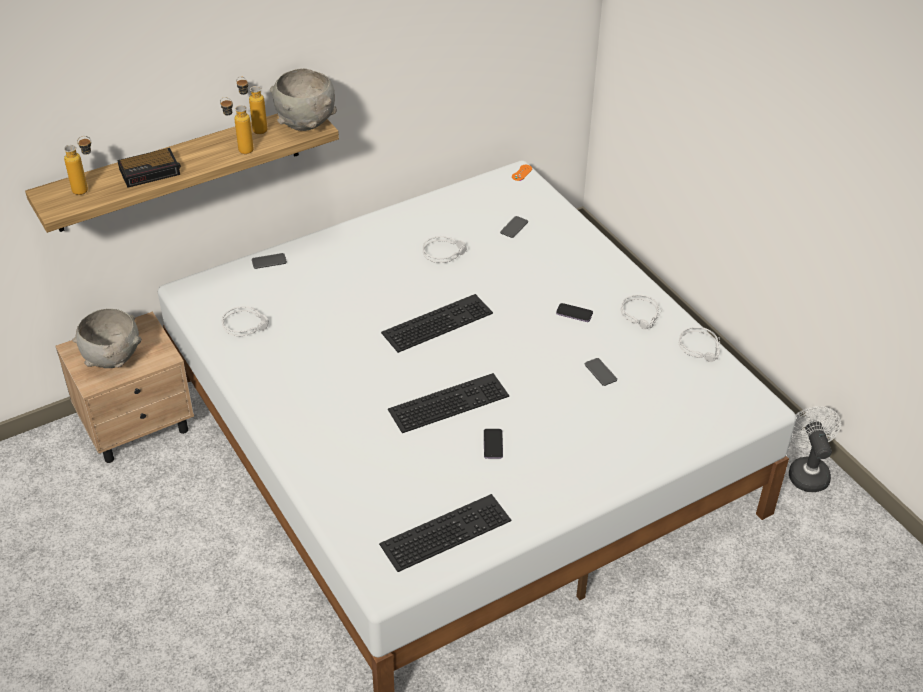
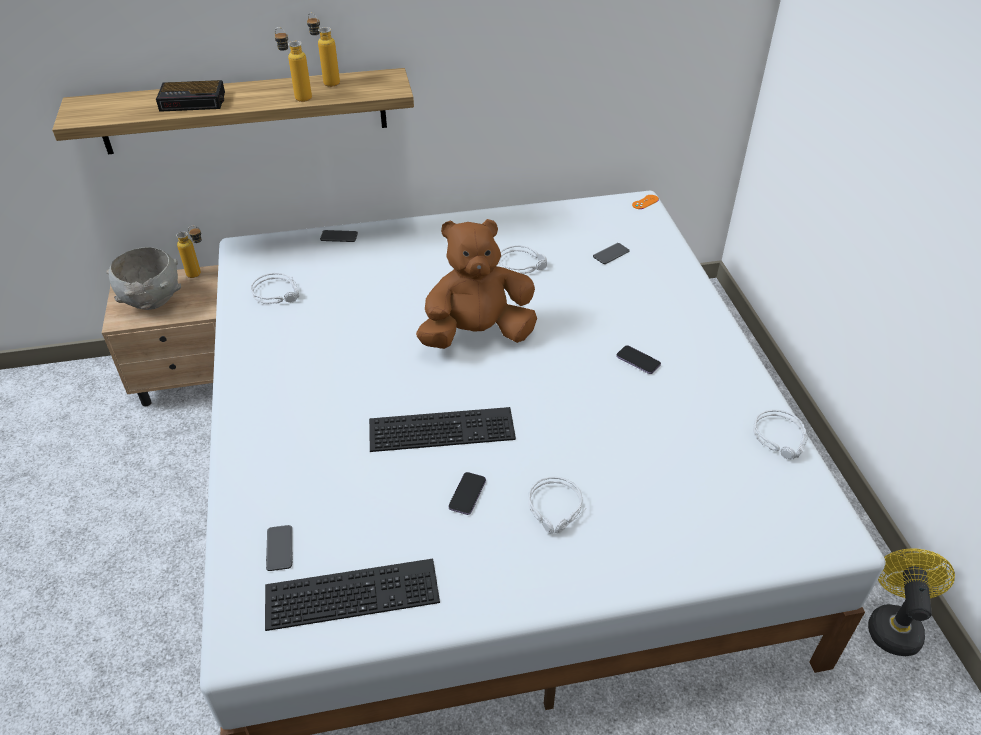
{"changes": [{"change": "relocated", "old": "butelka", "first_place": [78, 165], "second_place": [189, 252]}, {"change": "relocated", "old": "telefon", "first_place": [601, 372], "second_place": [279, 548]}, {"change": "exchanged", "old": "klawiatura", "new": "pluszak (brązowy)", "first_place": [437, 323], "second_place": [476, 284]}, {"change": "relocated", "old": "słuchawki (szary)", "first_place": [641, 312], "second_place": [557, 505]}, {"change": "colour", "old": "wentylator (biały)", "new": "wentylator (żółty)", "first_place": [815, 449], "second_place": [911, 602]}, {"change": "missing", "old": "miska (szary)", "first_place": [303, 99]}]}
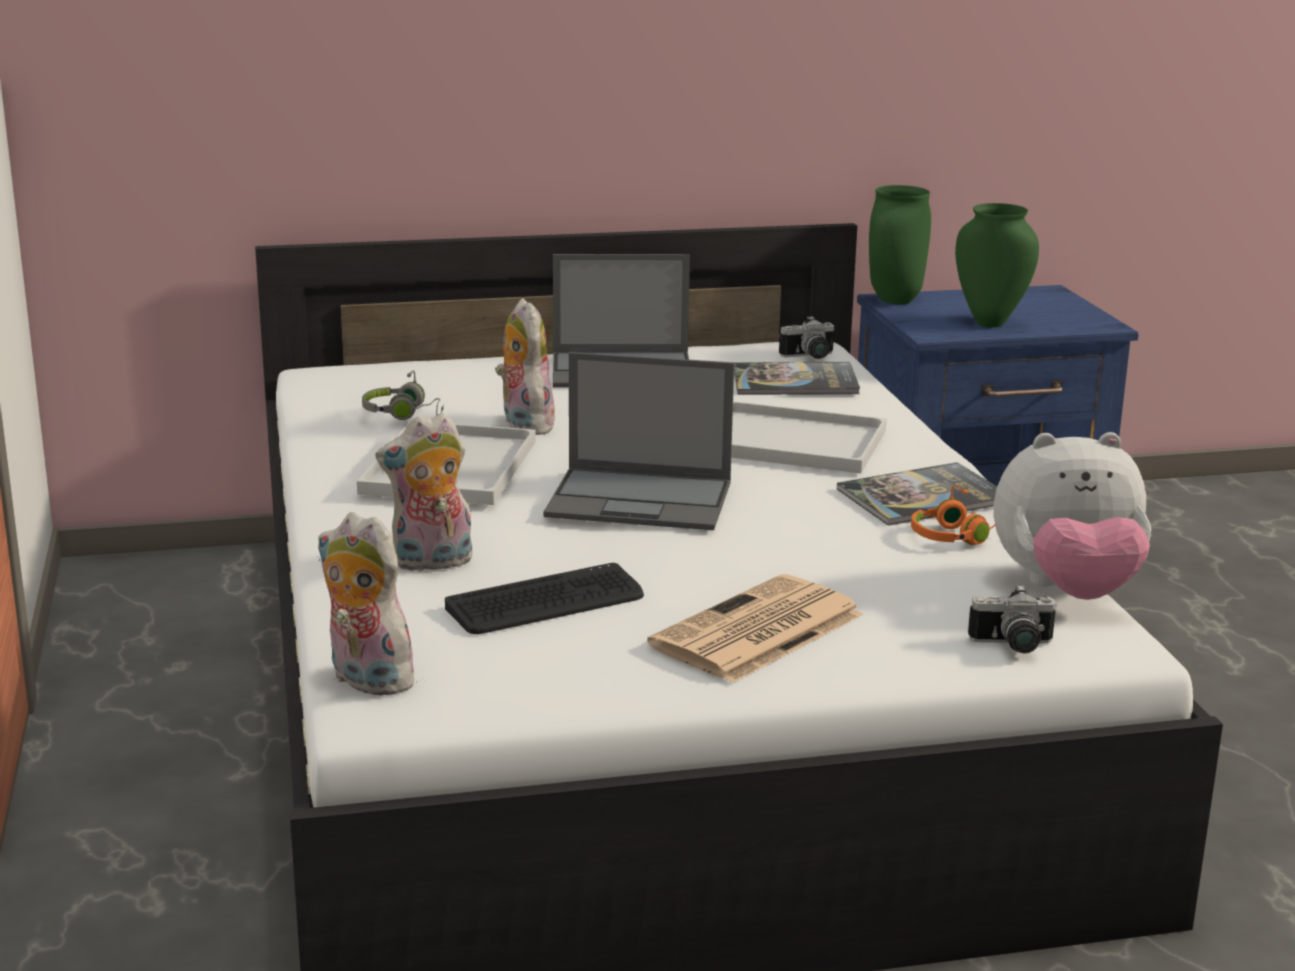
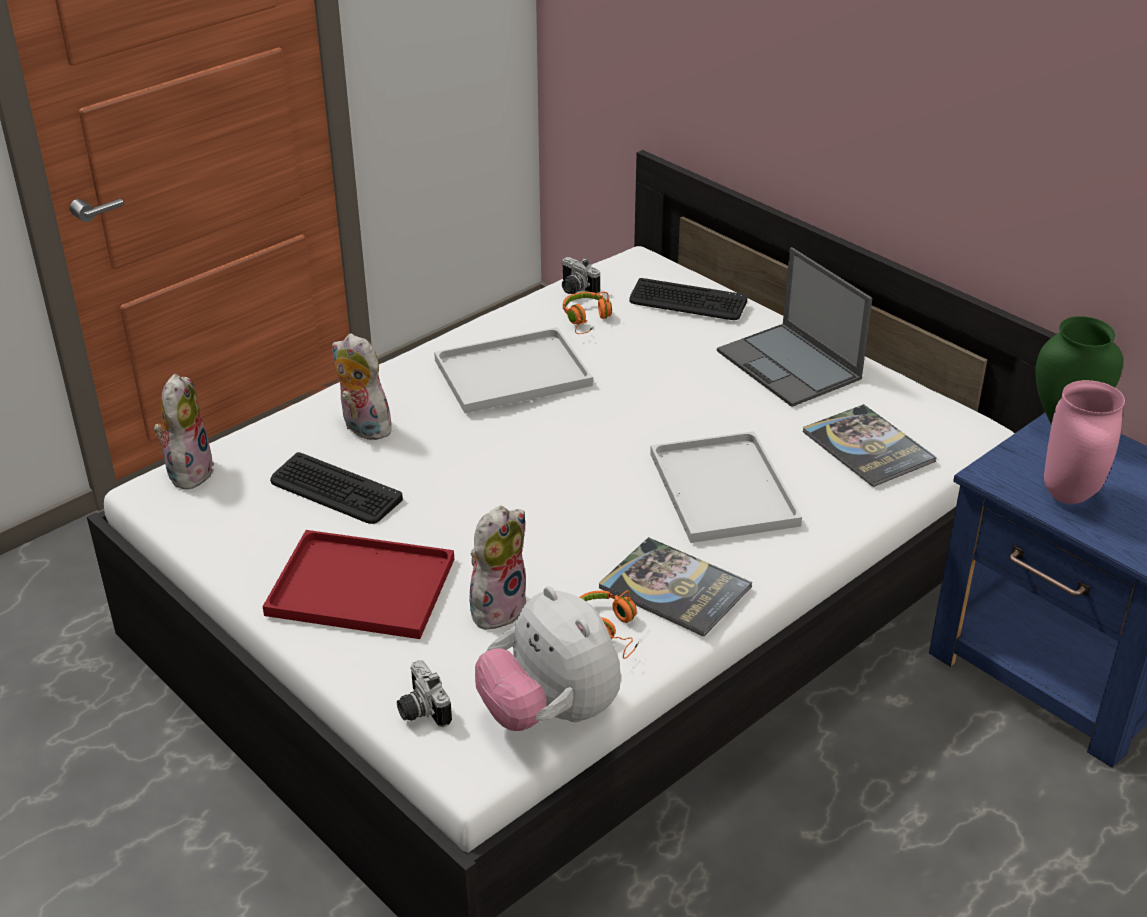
{"changes": [{"change": "exchanged", "old": "gazeta", "new": "taca (czerwony)", "first_place": [755, 628], "second_place": [358, 584]}, {"change": "relocated", "old": "pluszak", "first_place": [526, 366], "second_place": [497, 568]}, {"change": "relocated", "old": "aparat fotograficzny", "first_place": [806, 337], "second_place": [581, 275]}, {"change": "colour", "old": "słuchawki (szary)", "new": "słuchawki (pomarańczowy)", "first_place": [403, 395], "second_place": [587, 313]}, {"change": "appeared", "new": "klawiatura", "second_place": [688, 299]}, {"change": "colour", "old": "wazon (zielony)", "new": "wazon (różowy)", "first_place": [997, 265], "second_place": [1084, 442]}, {"change": "missing", "old": "laptop", "first_place": [638, 441]}]}
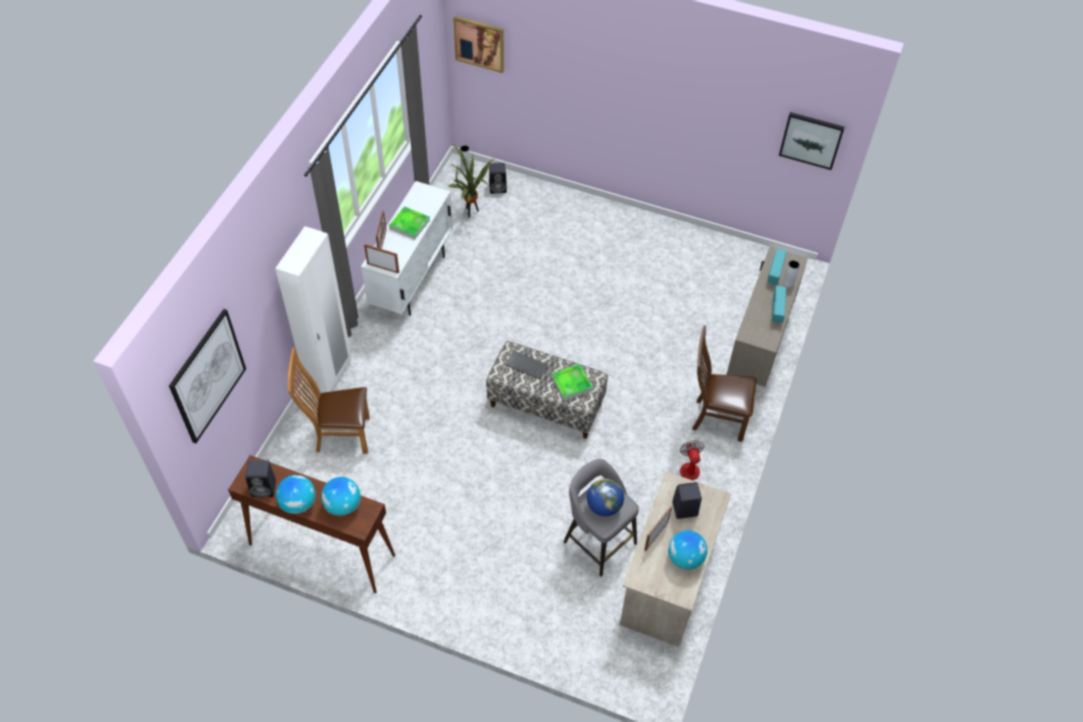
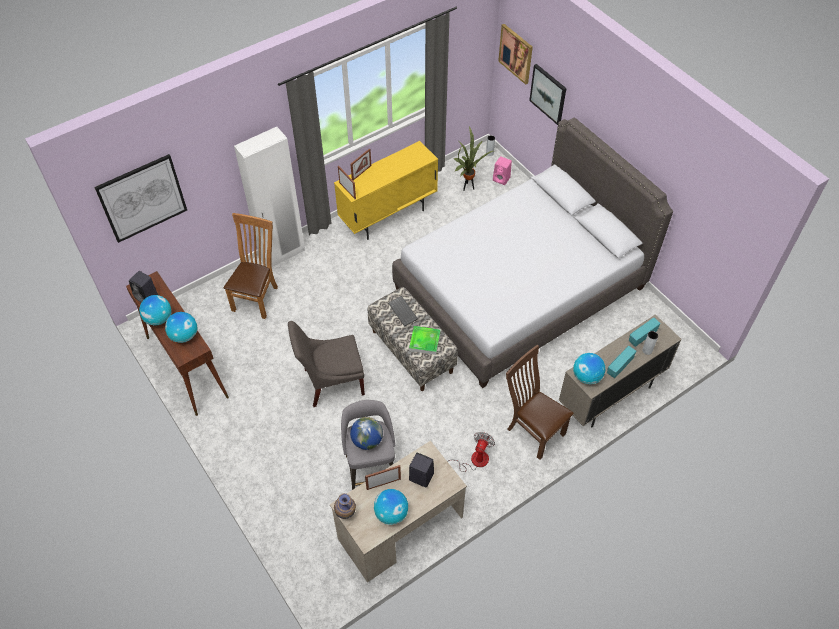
{"changes": [{"change": "spun", "old": "krzesło (brązowy)", "first_place": [329, 400], "second_place": [250, 266], "degrees": 75}, {"change": "appeared", "new": "krzesło (szary)", "second_place": [326, 364]}, {"change": "colour", "old": "szafka (biały)", "new": "szafka (żółty)", "first_place": [407, 248], "second_place": [386, 190]}, {"change": "appeared", "new": "wazon", "second_place": [345, 506]}, {"change": "appeared", "new": "łóżko (szary)", "second_place": [532, 253]}, {"change": "colour", "old": "głośnik (czarny)", "new": "głośnik (różowy)", "first_place": [498, 178], "second_place": [502, 170]}, {"change": "relocated", "old": "obraz", "first_place": [812, 141], "second_place": [547, 94]}, {"change": "appeared", "new": "globus", "second_place": [589, 368]}, {"change": "missing", "old": "taca", "first_place": [409, 223]}]}
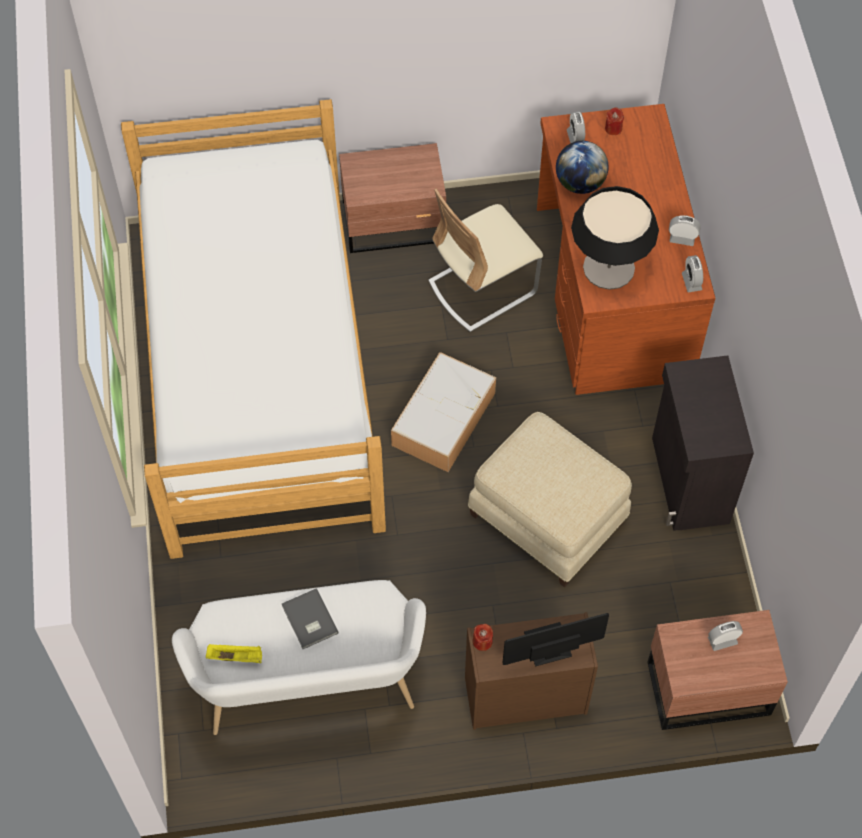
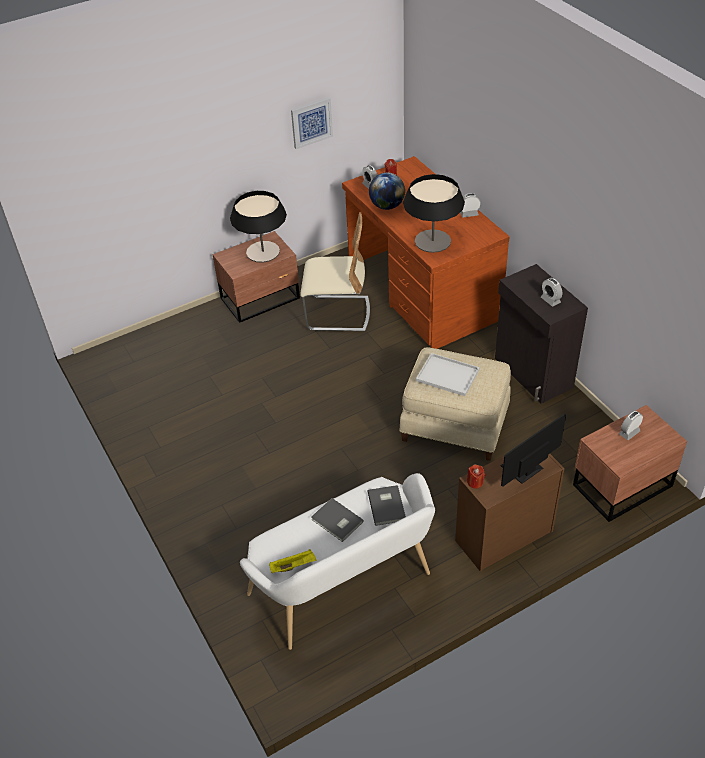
{"changes": [{"change": "appeared", "new": "lampa stołowa", "second_place": [258, 227]}, {"change": "appeared", "new": "obraz", "second_place": [312, 123]}, {"change": "spun", "old": "krzesło (beżowy)", "first_place": [485, 260], "second_place": [335, 272], "degrees": -120}, {"change": "appeared", "new": "książka (szary)", "second_place": [387, 505]}, {"change": "appeared", "new": "taca (biały)", "second_place": [448, 374]}, {"change": "relocated", "old": "budzik", "first_place": [692, 273], "second_place": [551, 292]}, {"change": "missing", "old": "łóżko", "first_place": [253, 329]}, {"change": "missing", "old": "pojemnik do przechowywania", "first_place": [443, 412]}]}
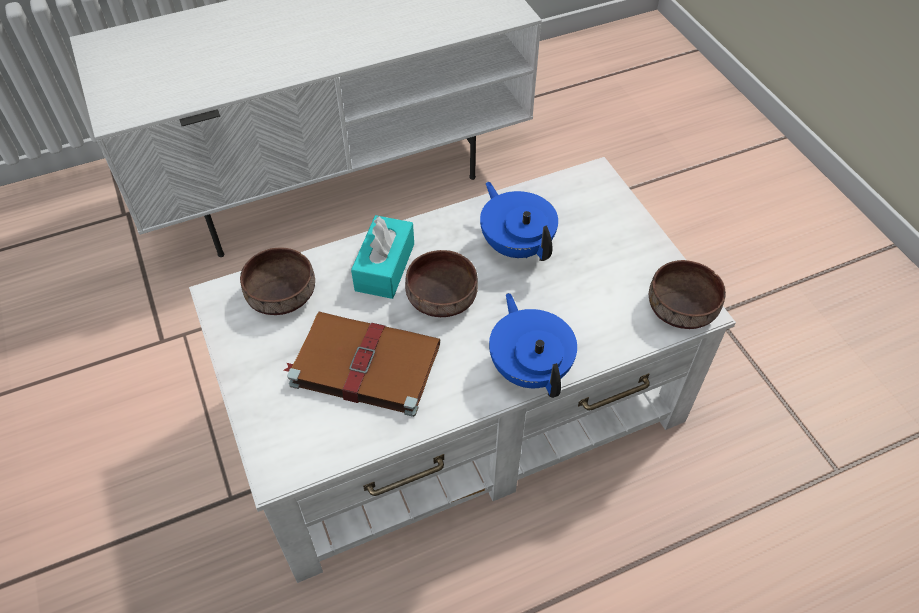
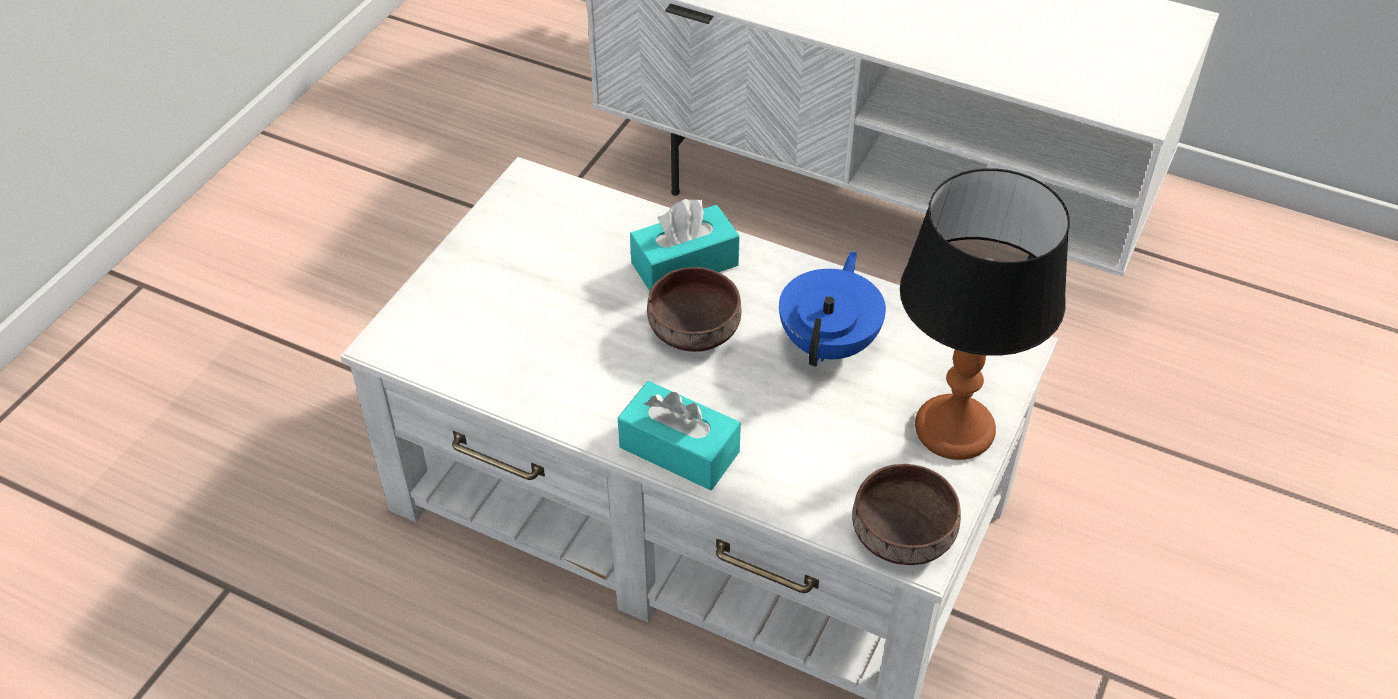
{"changes": [{"change": "exchanged", "old": "imbryk (niebieski)", "new": "pudełko chusteczek (turkusowy)", "first_place": [533, 345], "second_place": [679, 435]}, {"change": "appeared", "new": "lampa stołowa", "second_place": [985, 314]}, {"change": "missing", "old": "miska (brązowy)", "first_place": [277, 281]}, {"change": "missing", "old": "książka (brązowy)", "first_place": [361, 364]}]}
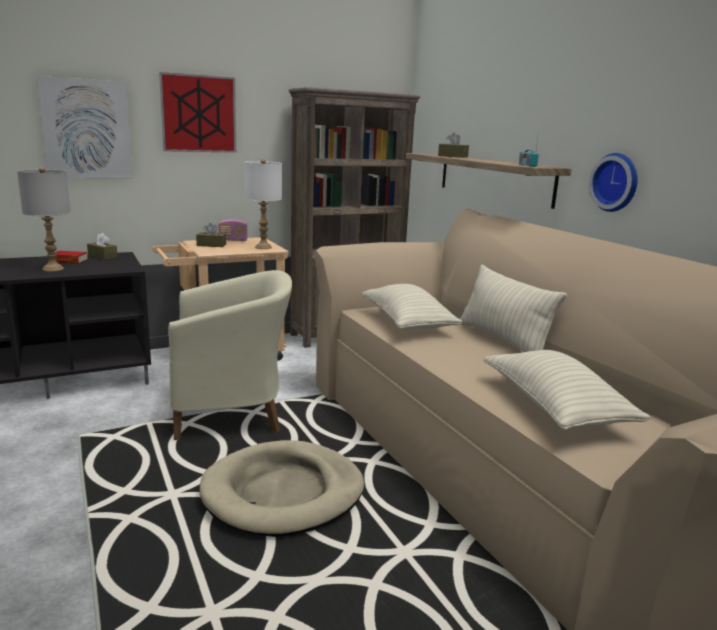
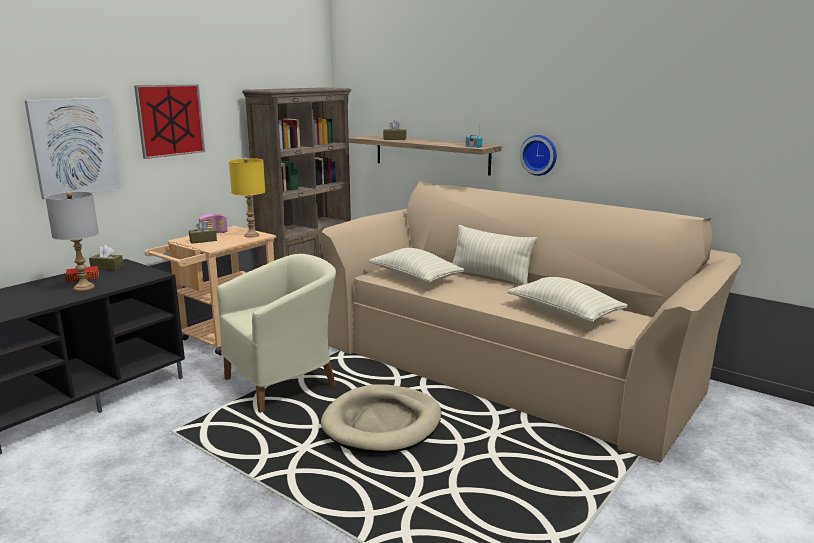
{"changes": [{"change": "colour", "old": "lampa stołowa (biały)", "new": "lampa stołowa (żółty)", "first_place": [263, 204], "second_place": [247, 198]}]}
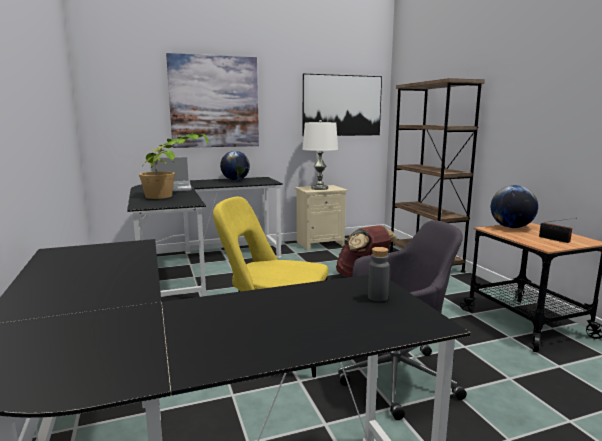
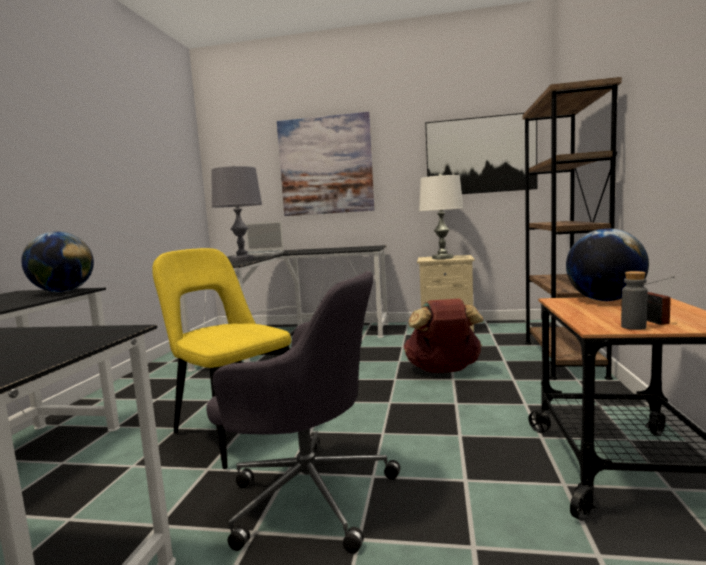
{"changes": [{"change": "relocated", "old": "globus", "first_place": [235, 165], "second_place": [57, 261]}, {"change": "exchanged", "old": "roślina doniczkowa", "new": "lampa stołowa (szary)", "first_place": [173, 166], "second_place": [236, 213]}, {"change": "relocated", "old": "butelka (szary)", "first_place": [379, 274], "second_place": [634, 300]}]}
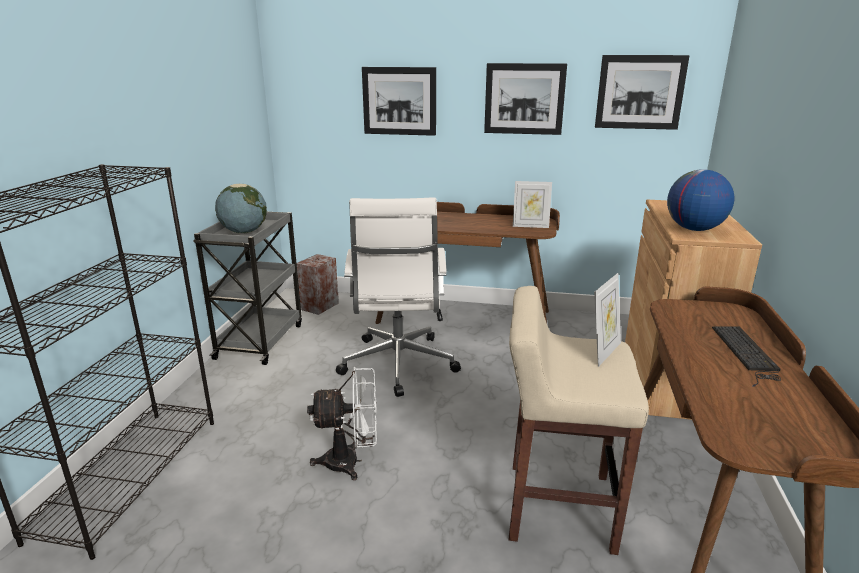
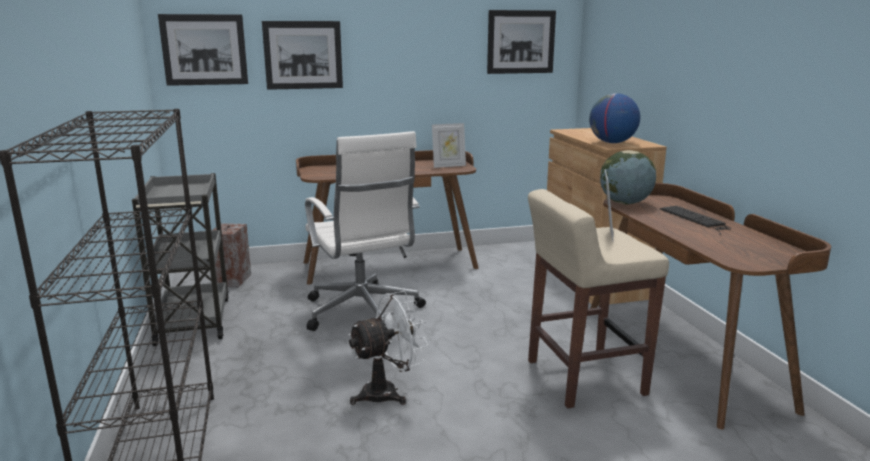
{"changes": [{"change": "relocated", "old": "obraz", "first_place": [525, 99], "second_place": [203, 50]}, {"change": "relocated", "old": "globus", "first_place": [241, 208], "second_place": [628, 177]}]}
